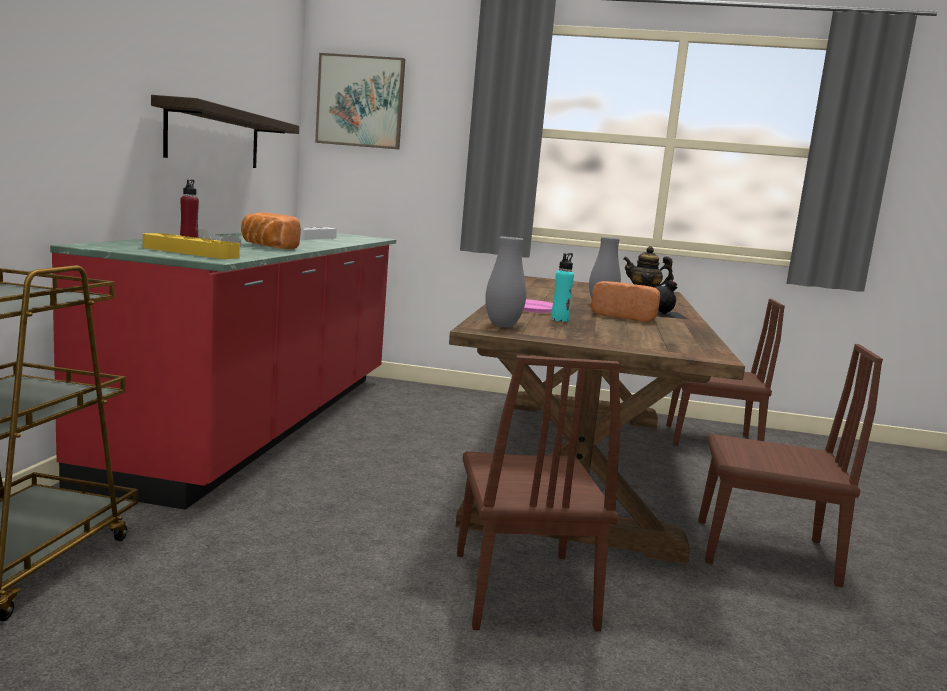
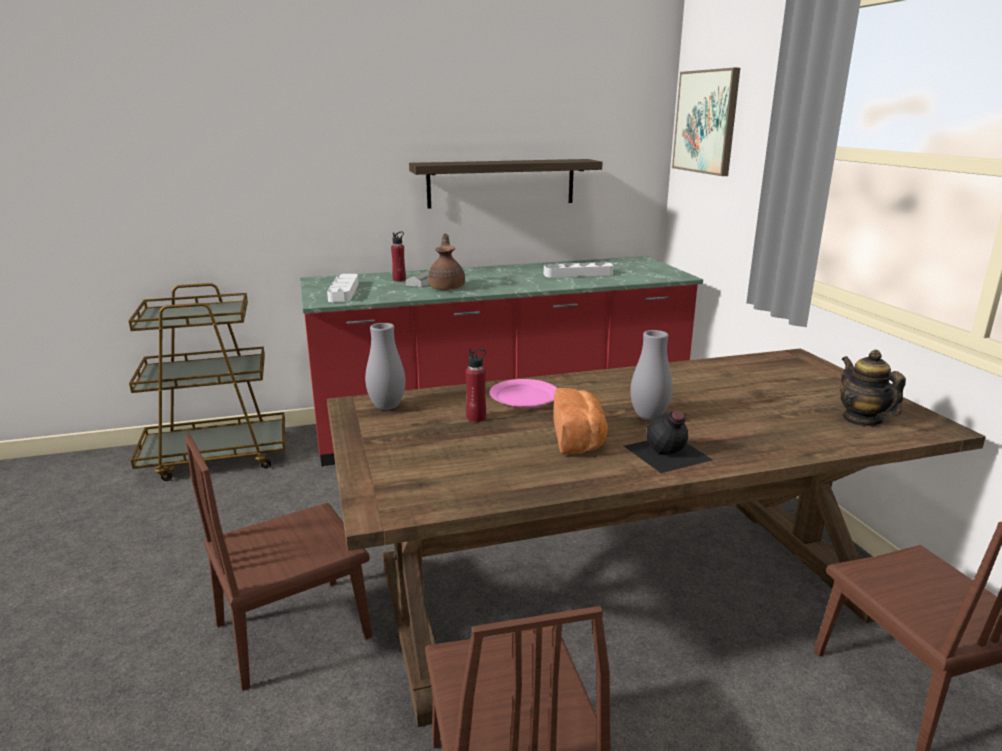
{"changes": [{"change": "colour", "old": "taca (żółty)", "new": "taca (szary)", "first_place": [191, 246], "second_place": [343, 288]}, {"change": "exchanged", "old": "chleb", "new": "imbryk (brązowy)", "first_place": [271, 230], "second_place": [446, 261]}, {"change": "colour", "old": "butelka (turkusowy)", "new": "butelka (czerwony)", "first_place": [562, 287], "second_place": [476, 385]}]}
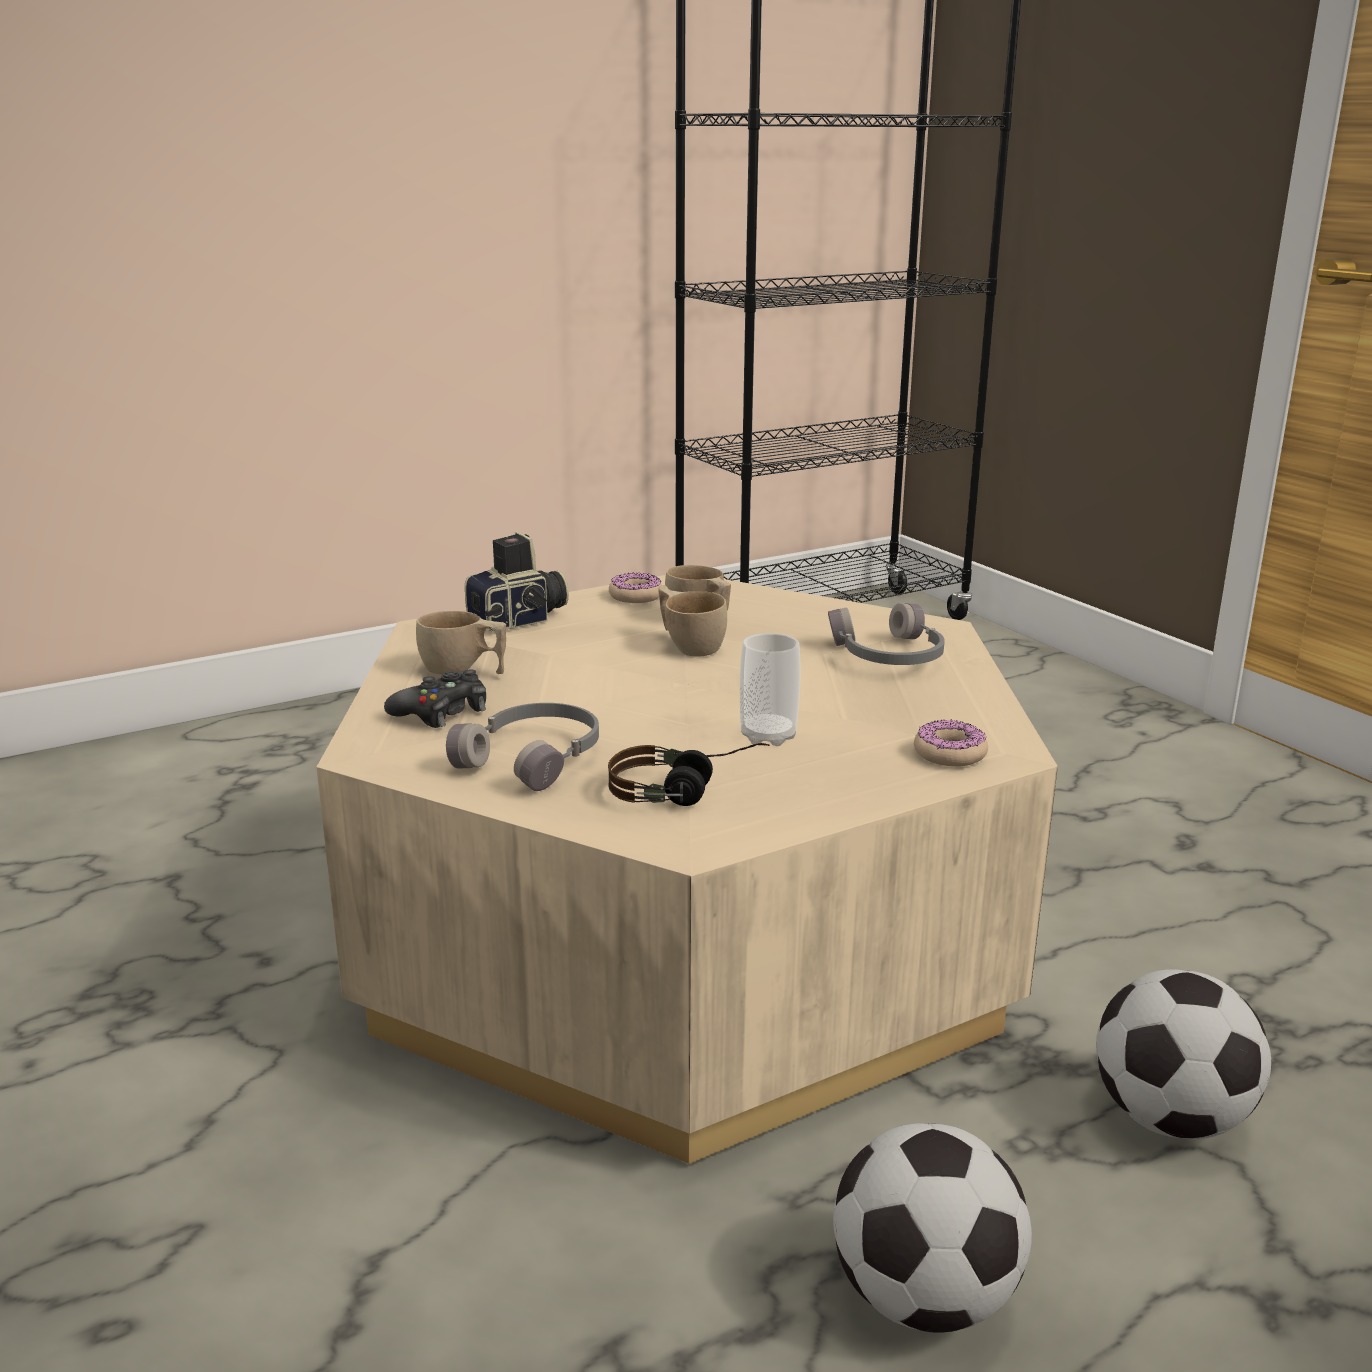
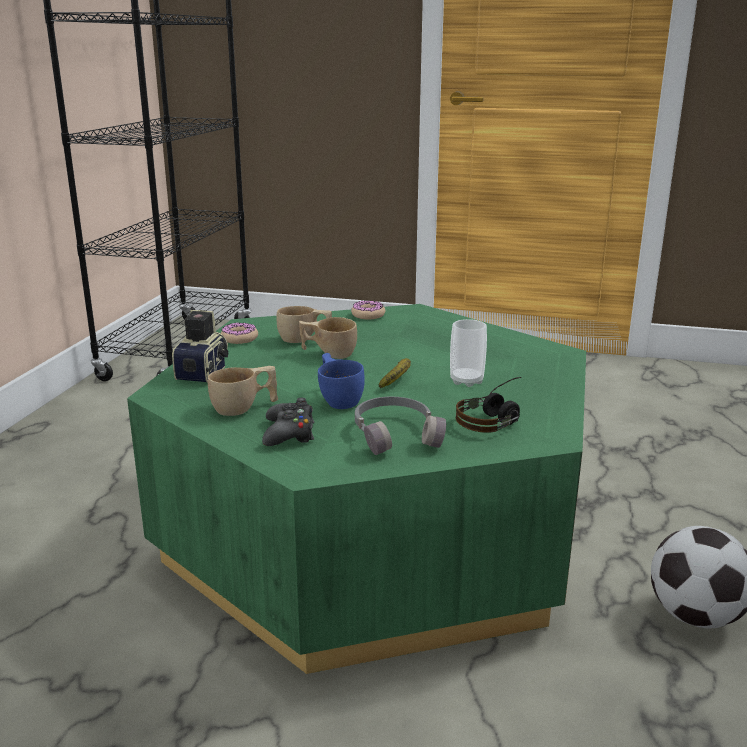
{"changes": [{"change": "colour", "old": "ława (beżowy)", "new": "ława (zielony)", "first_place": [687, 869], "second_place": [356, 489]}, {"change": "appeared", "new": "filiżanka (niebieski)", "second_place": [341, 381]}, {"change": "relocated", "old": "donut", "first_place": [951, 742], "second_place": [368, 310]}, {"change": "appeared", "new": "banan", "second_place": [395, 373]}, {"change": "missing", "old": "słuchawki (szary)", "first_place": [886, 634]}, {"change": "missing", "old": "piłka futbolowa", "first_place": [1183, 1054]}]}
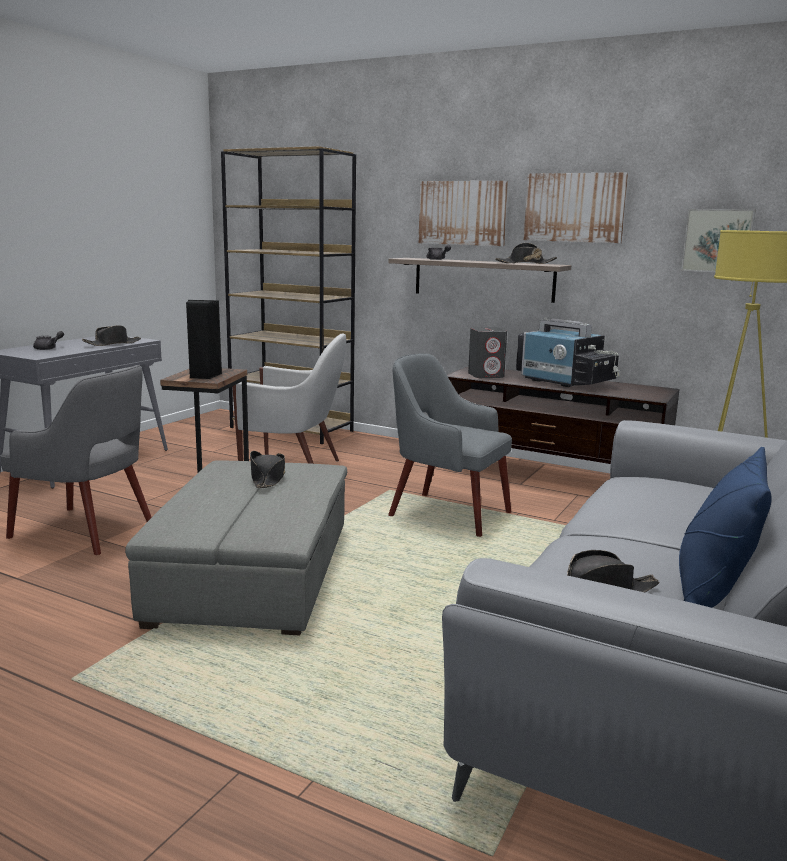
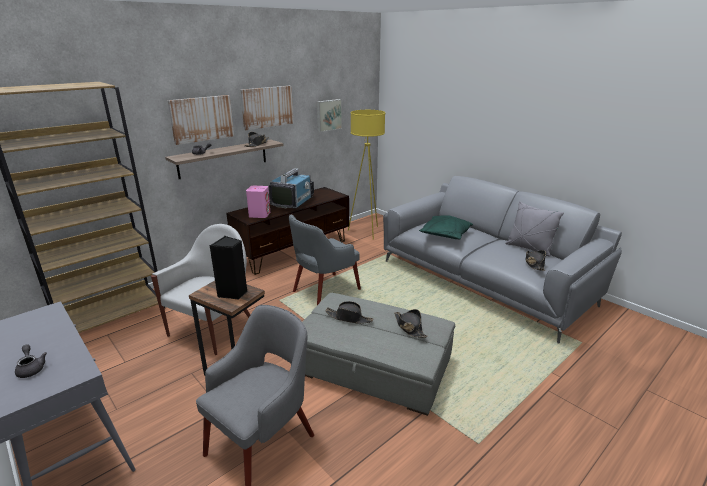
{"changes": [{"change": "colour", "old": "głośnik (szary)", "new": "głośnik (różowy)", "first_place": [487, 352], "second_place": [258, 202]}, {"change": "spun", "old": "telewizor", "first_place": [568, 352], "second_place": [291, 188], "degrees": -45}, {"change": "relocated", "old": "kapelusz (czarny)", "first_place": [111, 335], "second_place": [411, 323]}, {"change": "appeared", "new": "poduszka (zielony)", "second_place": [446, 227]}, {"change": "colour", "old": "poduszka (niebieski)", "new": "poduszka (szary)", "first_place": [725, 527], "second_place": [534, 229]}]}
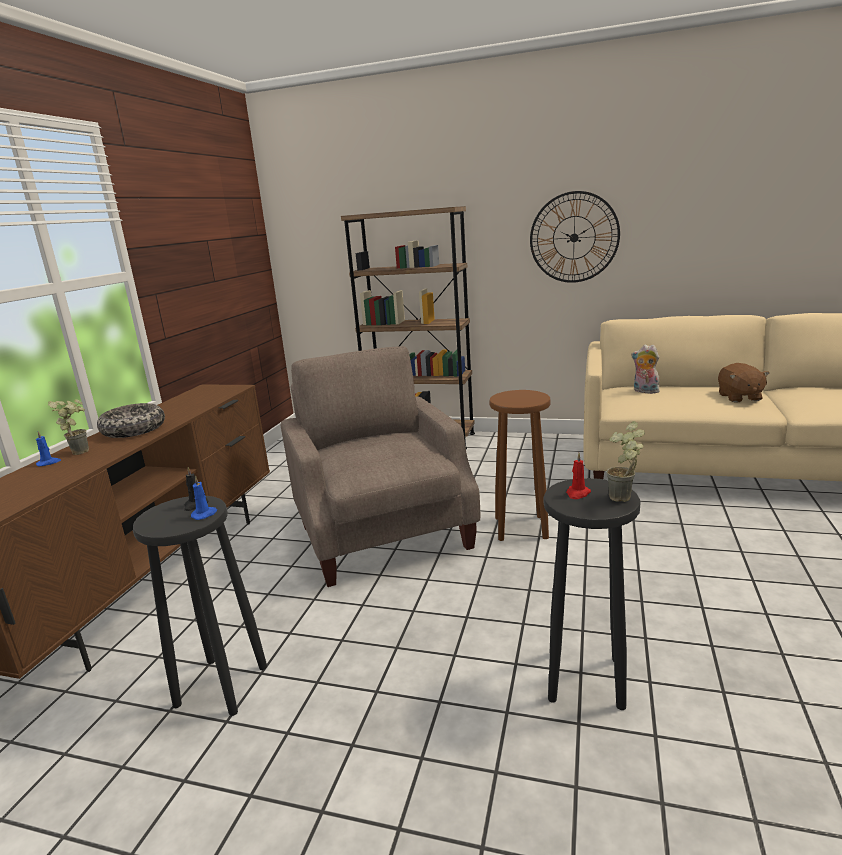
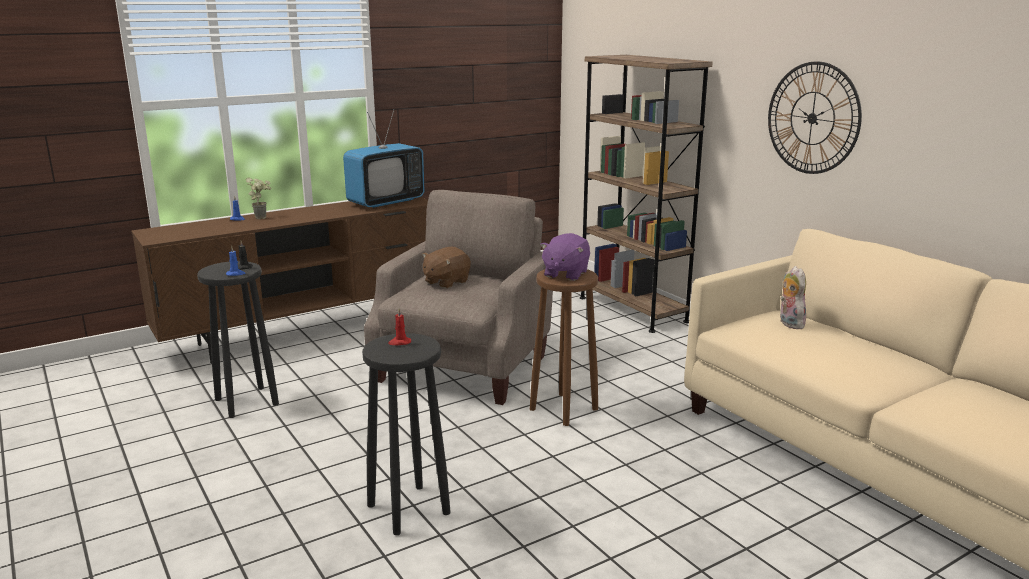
{"changes": [{"change": "appeared", "new": "telewizor", "second_place": [384, 158]}, {"change": "relocated", "old": "pluszak (brązowy)", "first_place": [744, 383], "second_place": [446, 268]}, {"change": "appeared", "new": "pluszak (fioletowy)", "second_place": [565, 257]}, {"change": "missing", "old": "miska", "first_place": [131, 420]}, {"change": "missing", "old": "roślina doniczkowa", "first_place": [626, 461]}]}
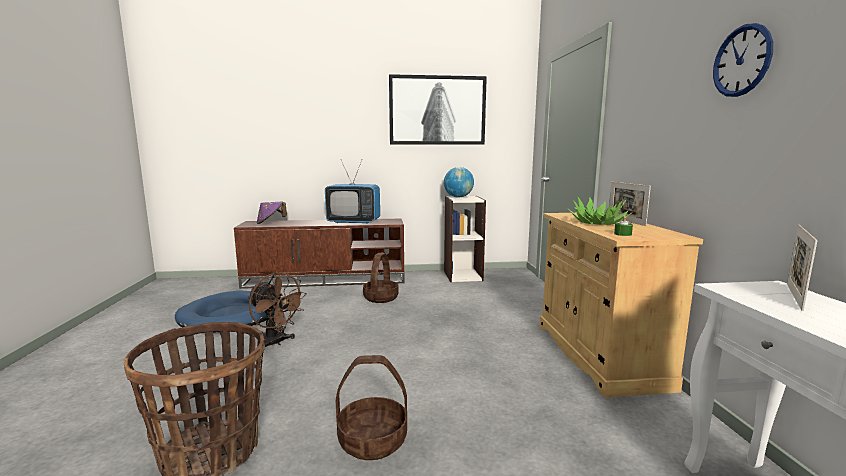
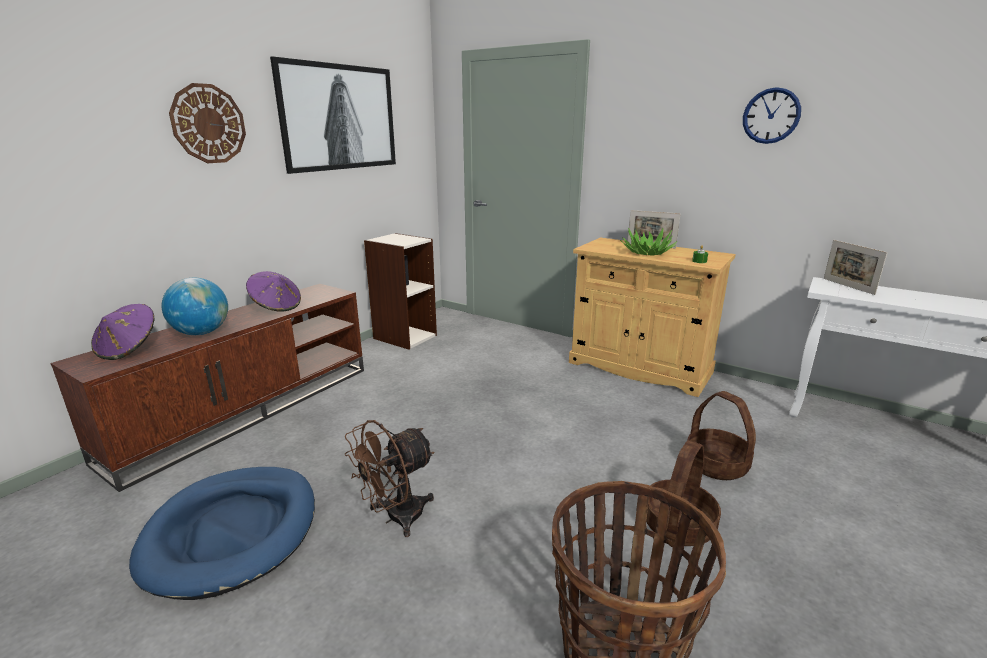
{"changes": [{"change": "relocated", "old": "globus", "first_place": [459, 182], "second_place": [195, 306]}, {"change": "appeared", "new": "zegar ścienny", "second_place": [207, 123]}, {"change": "exchanged", "old": "telewizor", "new": "kapelusz (fioletowy)", "first_place": [352, 192], "second_place": [273, 291]}, {"change": "spun", "old": "wentylator (brązowy)", "first_place": [277, 309], "second_place": [389, 478], "degrees": 150}, {"change": "relocated", "old": "koszyk", "first_place": [381, 278], "second_place": [722, 435]}]}
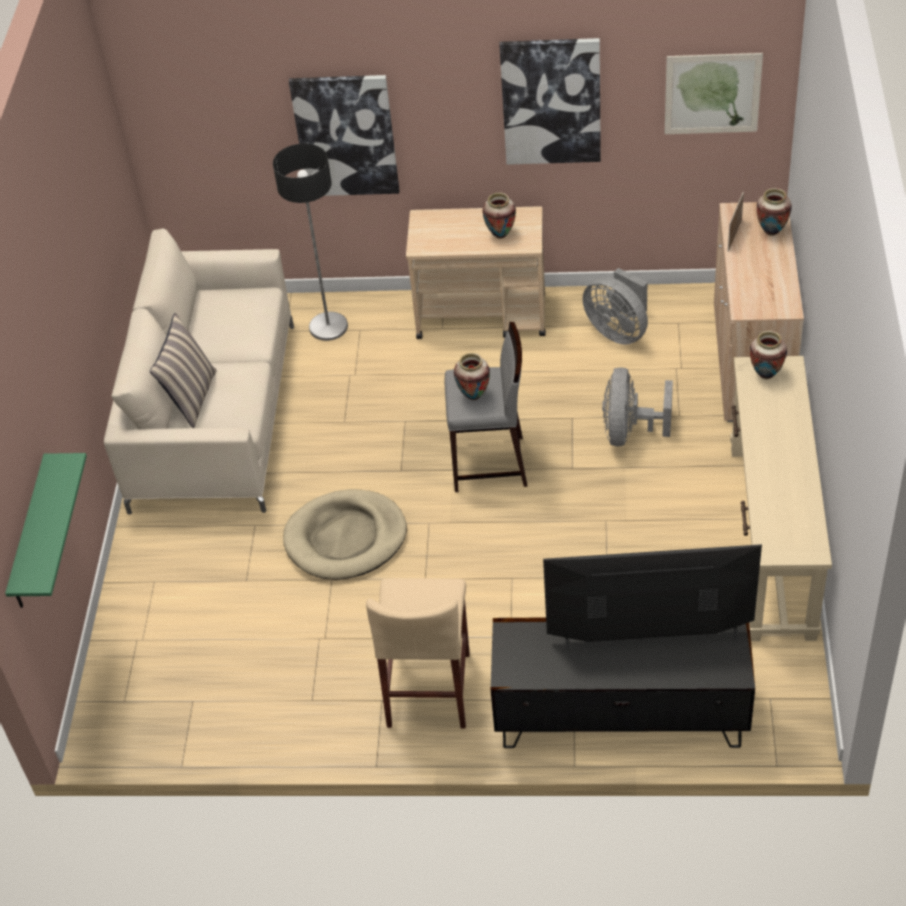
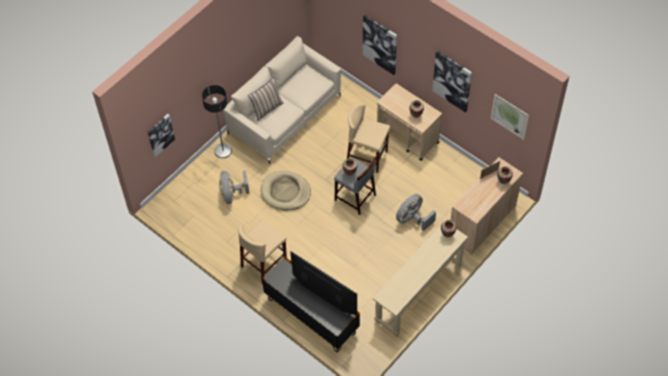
{"changes": [{"change": "exchanged", "old": "półka (zielony)", "new": "obraz", "first_place": [46, 530], "second_place": [161, 135]}, {"change": "relocated", "old": "lampa stojąca", "first_place": [310, 242], "second_place": [217, 121]}, {"change": "relocated", "old": "wentylator (szary)", "first_place": [615, 306], "second_place": [234, 187]}, {"change": "appeared", "new": "stołek (beżowy)", "second_place": [368, 138]}]}
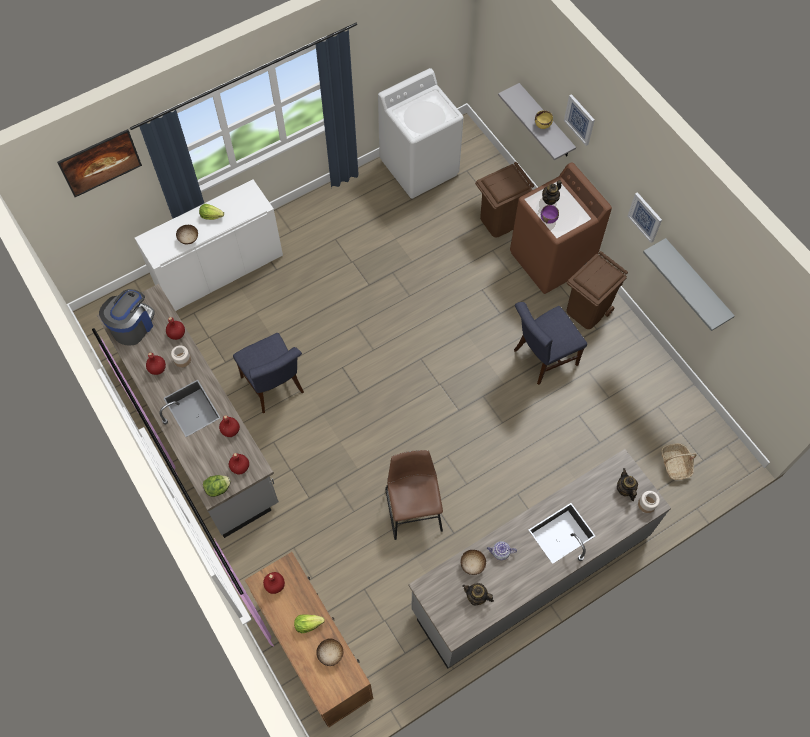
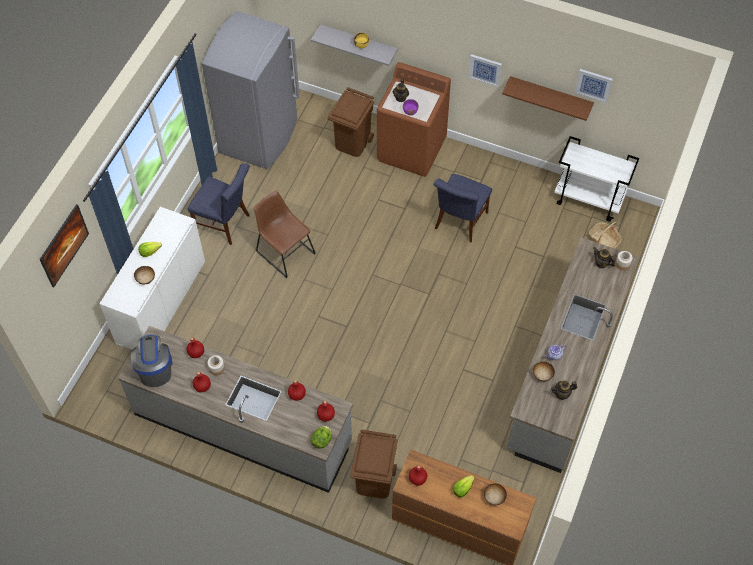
{"changes": [{"change": "relocated", "old": "krzesło (niebieski)", "first_place": [268, 373], "second_place": [219, 204]}, {"change": "exchanged", "old": "pralka (biały)", "new": "lodówka (szary)", "first_place": [421, 133], "second_place": [251, 90]}, {"change": "relocated", "old": "krzesło (brązowy)", "first_place": [414, 495], "second_place": [285, 234]}, {"change": "relocated", "old": "kosz na śmieci (brązowy)", "first_place": [597, 290], "second_place": [374, 464]}, {"change": "colour", "old": "półka (szary)", "new": "półka (brązowy)", "first_place": [689, 284], "second_place": [548, 98]}, {"change": "appeared", "new": "wózek (biały)", "second_place": [596, 178]}, {"change": "relocated", "old": "obraz", "first_place": [579, 120], "second_place": [594, 86]}]}
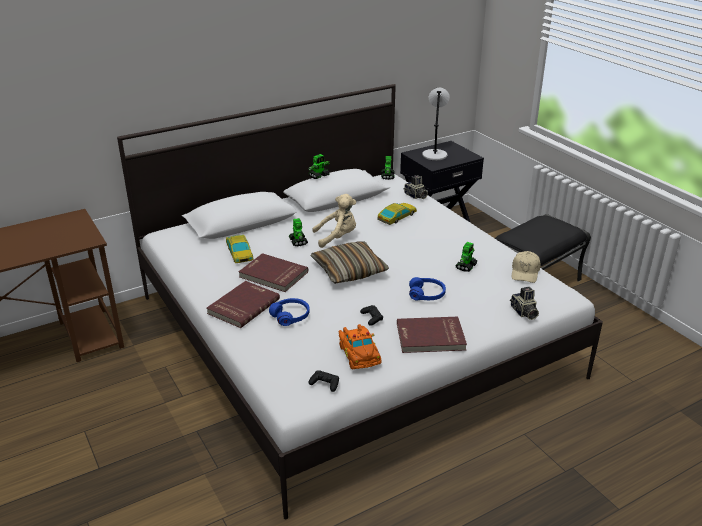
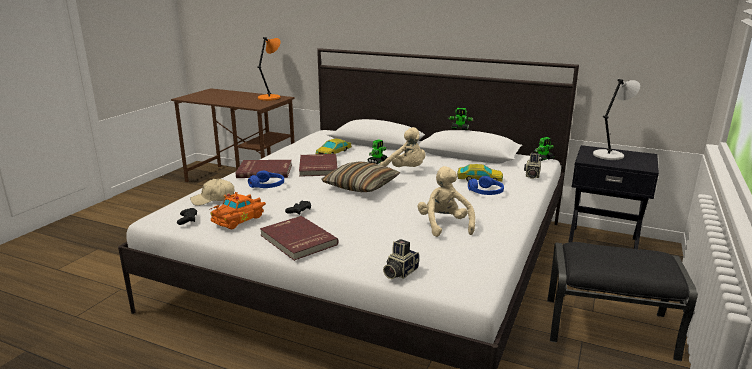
{"changes": [{"change": "relocated", "old": "czapka z daszkiem (beżowy)", "first_place": [526, 267], "second_place": [212, 192]}, {"change": "appeared", "new": "lampa stołowa (pomarańczowy)", "second_place": [269, 69]}, {"change": "exchanged", "old": "robot zabawkowy", "new": "pluszak (beżowy)", "first_place": [466, 257], "second_place": [446, 201]}, {"change": "relocated", "old": "słuchawki (niebieski)", "first_place": [427, 289], "second_place": [486, 185]}]}
